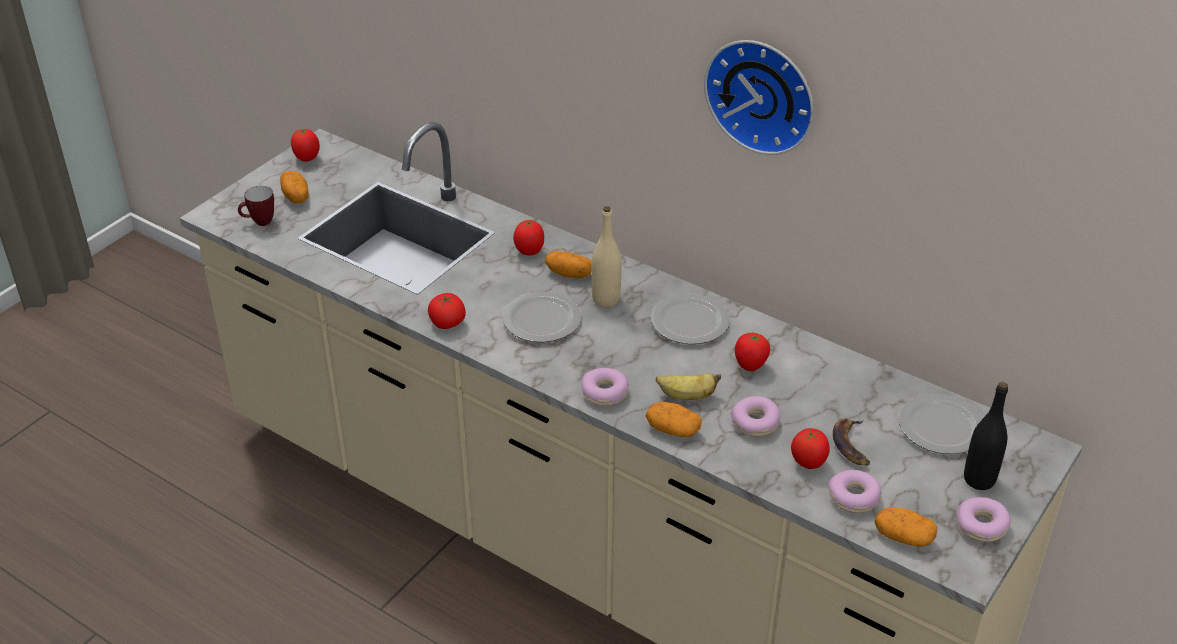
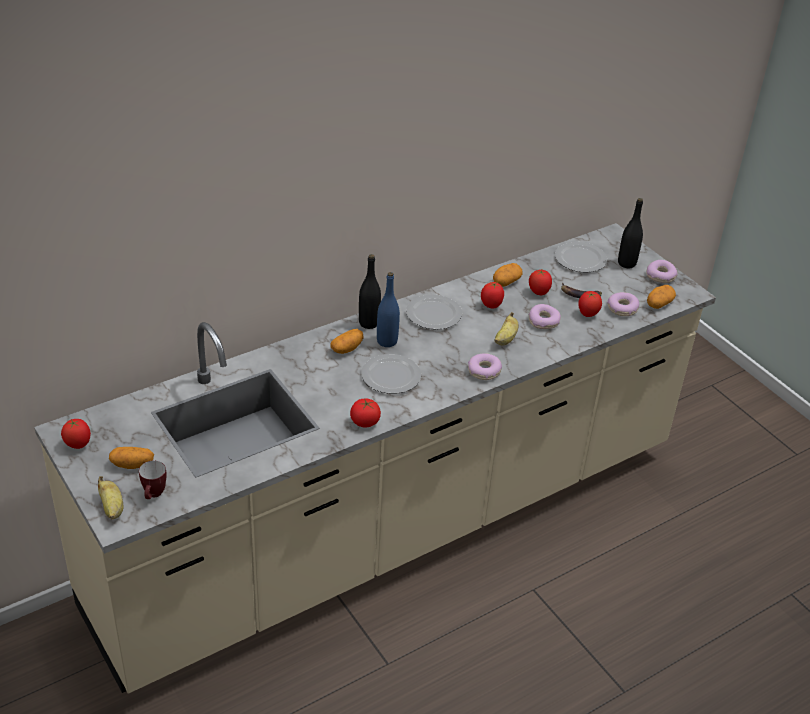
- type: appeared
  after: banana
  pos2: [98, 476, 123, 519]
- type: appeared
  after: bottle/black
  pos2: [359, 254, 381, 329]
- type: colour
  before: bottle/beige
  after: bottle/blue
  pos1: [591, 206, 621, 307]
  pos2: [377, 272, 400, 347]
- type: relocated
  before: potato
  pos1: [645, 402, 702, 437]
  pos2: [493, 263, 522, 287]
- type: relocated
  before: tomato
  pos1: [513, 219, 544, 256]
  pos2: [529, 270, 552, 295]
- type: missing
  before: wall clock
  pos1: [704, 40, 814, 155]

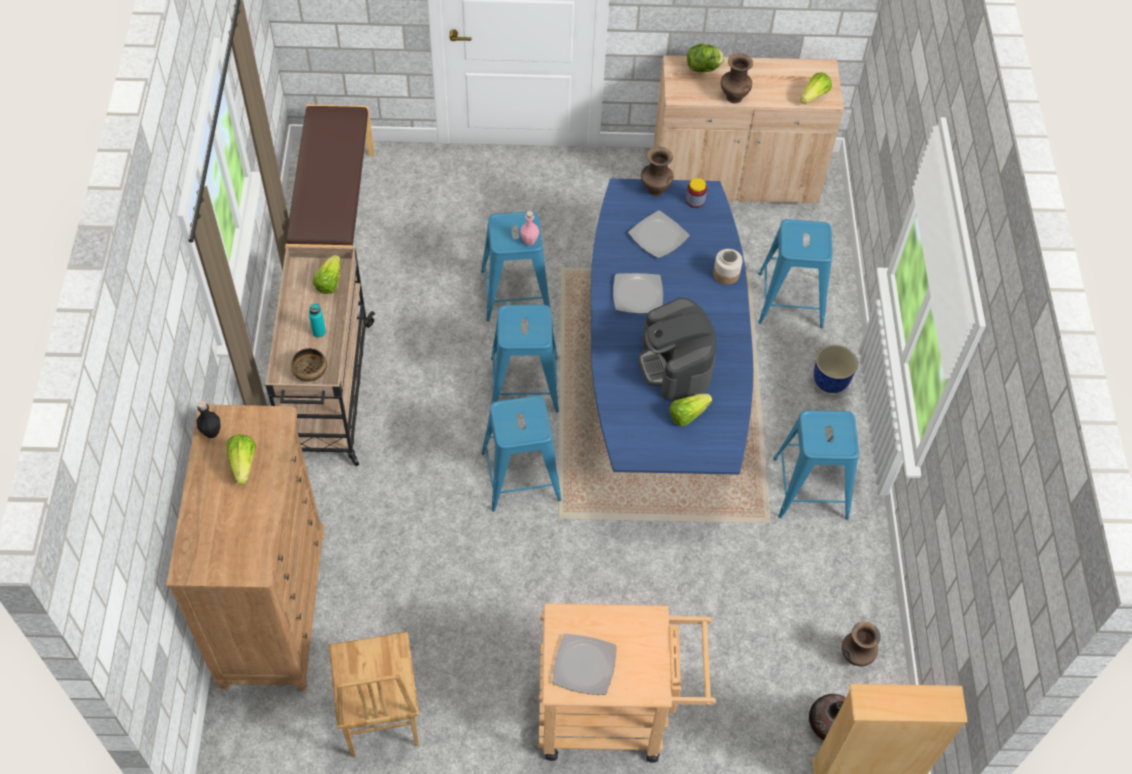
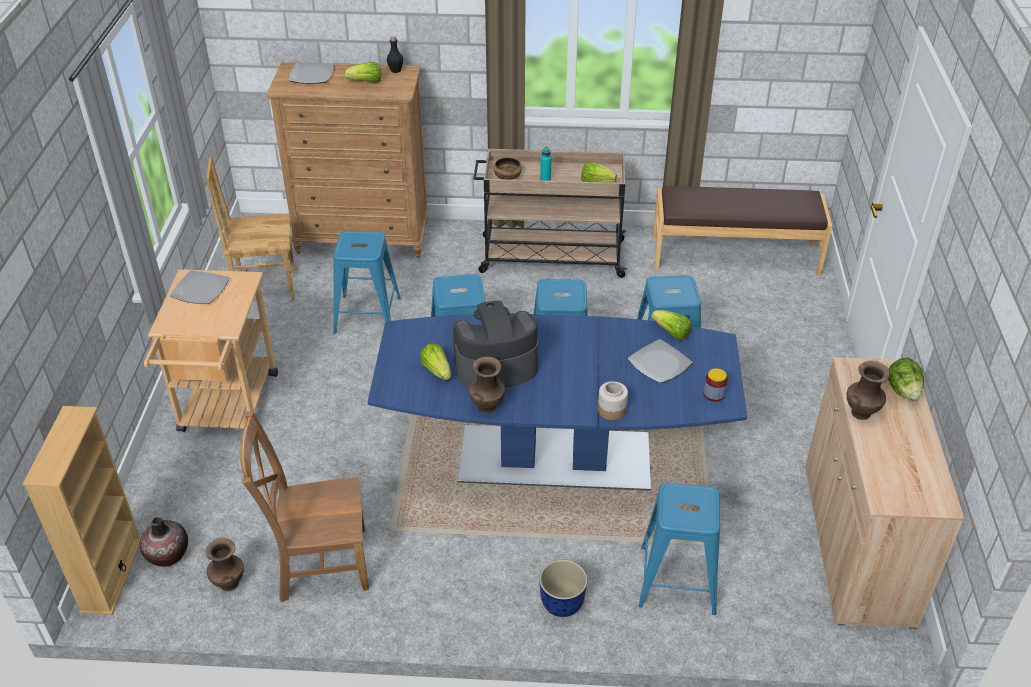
- type: appeared
  after: chair/brown
  pos2: [240, 411, 369, 602]
- type: relocated
  before: plate
  pos1: [613, 273, 663, 314]
  pos2: [289, 62, 334, 84]
- type: relocated
  before: stool/blue
  pos1: [773, 410, 859, 520]
  pos2: [333, 231, 401, 333]
- type: relocated
  before: vase/brown
  pos1: [641, 147, 673, 196]
  pos2: [469, 357, 505, 414]
- type: relocated
  before: lettuce
  pos1: [800, 73, 832, 104]
  pos2: [651, 310, 691, 340]
- type: missing
  before: bottle/pink
  pos1: [520, 211, 539, 245]

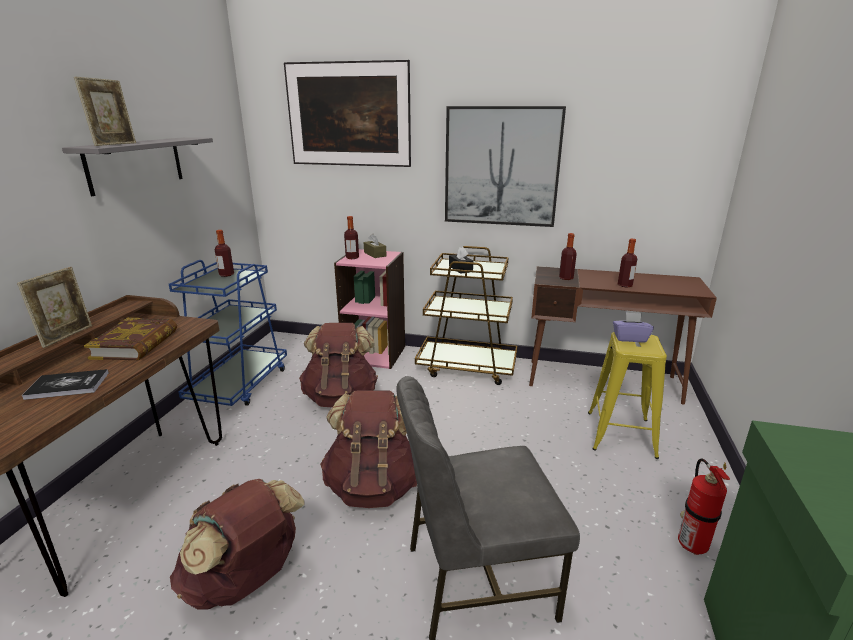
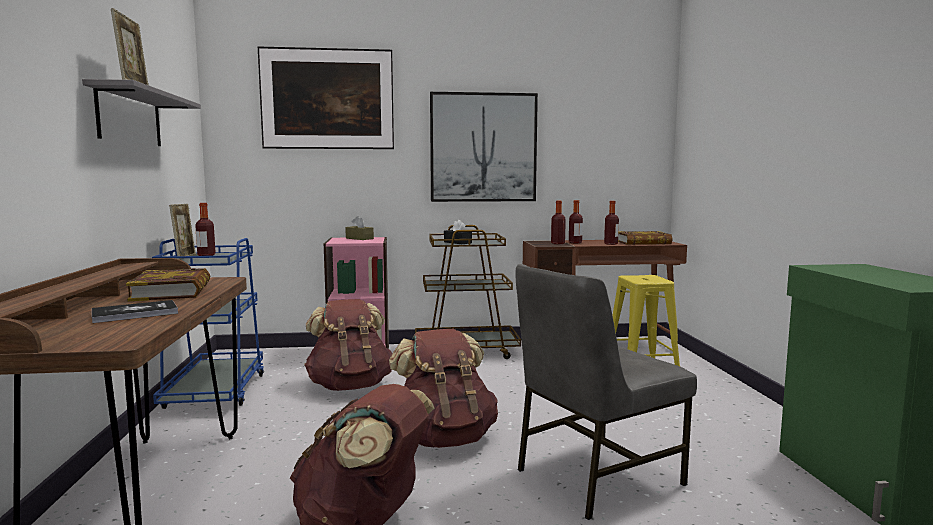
- type: relocated
  before: picture frame
  pos1: [17, 267, 92, 348]
  pos2: [169, 204, 196, 260]
- type: relocated
  before: bottle
  pos1: [344, 216, 359, 259]
  pos2: [569, 200, 583, 243]
- type: appeared
  after: book
  pos2: [618, 231, 672, 245]
- type: missing
  before: tissue box/purple
  pos1: [613, 312, 654, 342]
- type: missing
  before: fire extinguisher
  pos1: [678, 458, 730, 555]

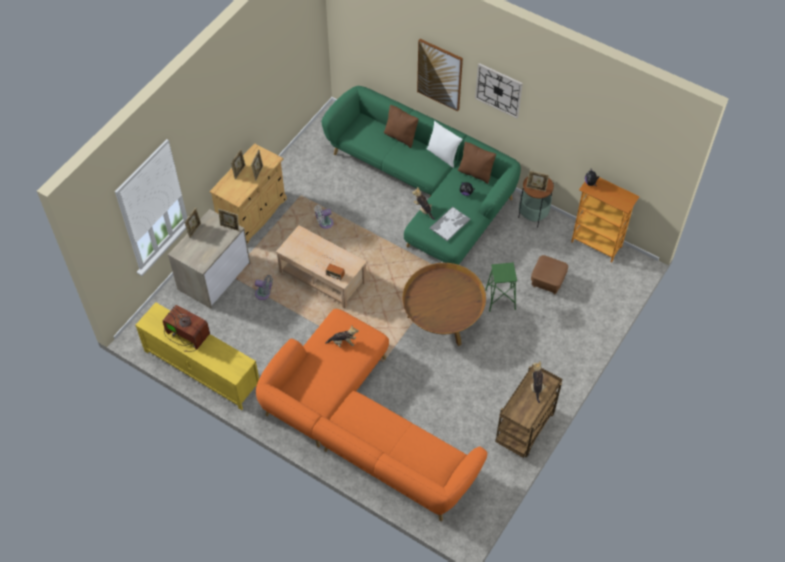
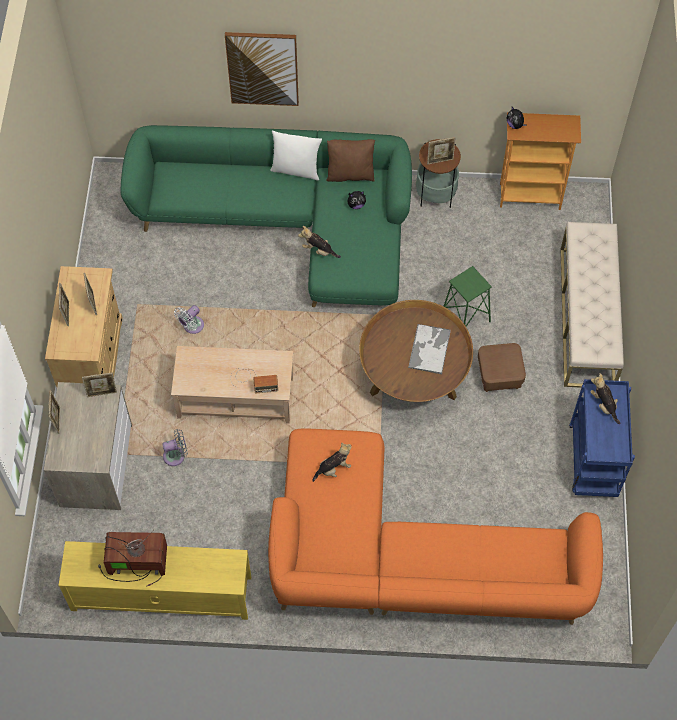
- type: relocated
  before: tray
  pos1: [429, 206, 471, 242]
  pos2: [408, 324, 451, 374]
- type: relocated
  before: ottoman/brown
  pos1: [531, 255, 568, 295]
  pos2: [478, 343, 526, 392]
- type: appeared
  after: bench/beige
  pos2: [561, 222, 624, 388]
- type: colour
  before: cart/brown
  after: cart/blue
  pos1: [495, 365, 563, 458]
  pos2: [569, 379, 635, 497]
- type: missing
  before: pillow/brown
  pos1: [384, 104, 419, 148]
- type: missing
  before: wall clock
  pos1: [475, 63, 523, 118]

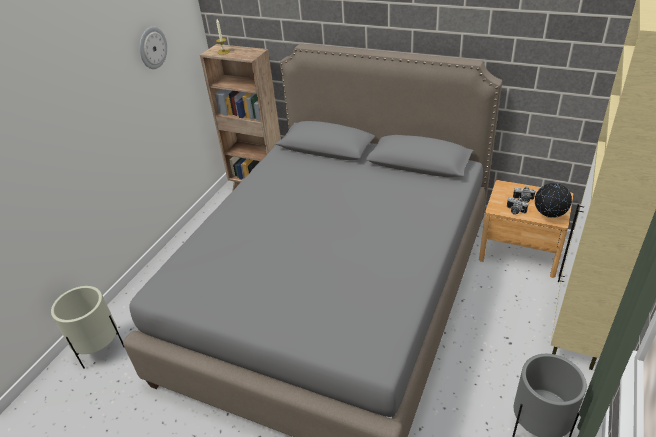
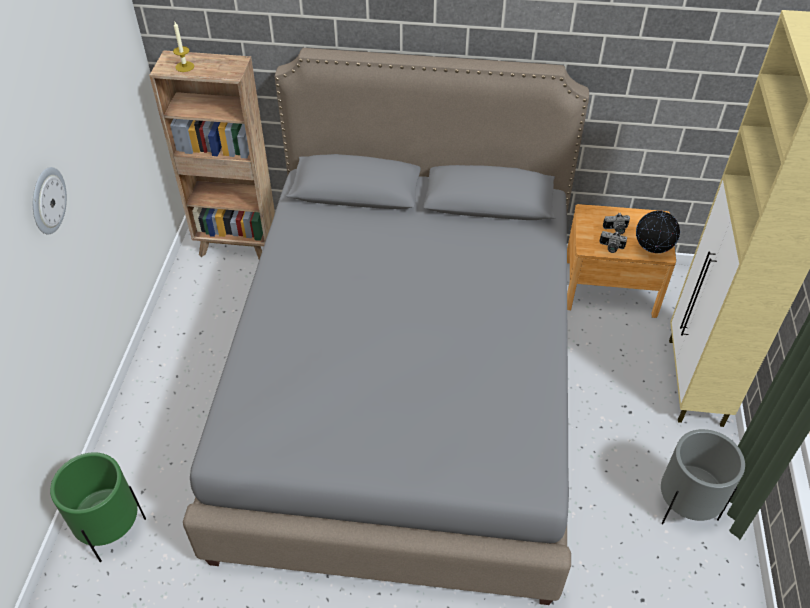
- type: relocated
  before: wall clock
  pos1: [139, 27, 167, 69]
  pos2: [33, 167, 67, 235]
- type: colour
  before: planter/beige
  after: planter/green
  pos1: [51, 286, 124, 369]
  pos2: [50, 452, 146, 562]

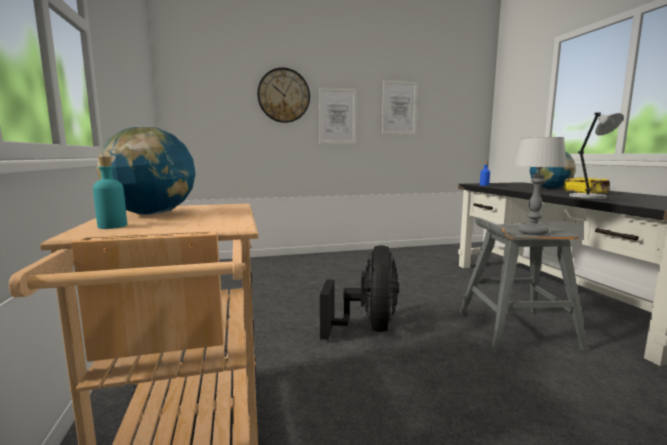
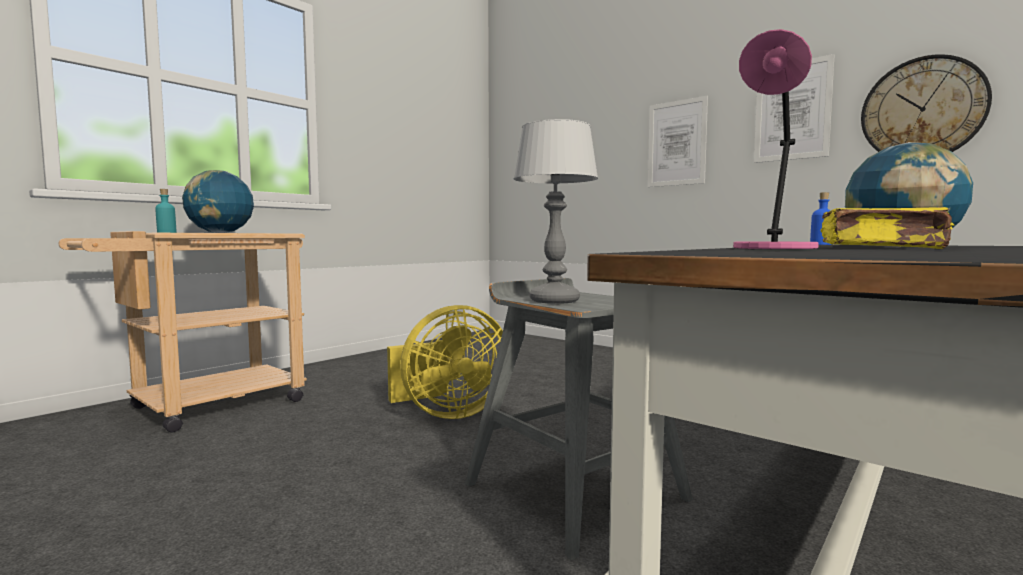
- type: colour
  before: fan/black
  after: fan/yellow
  pos1: [320, 245, 399, 340]
  pos2: [387, 305, 503, 419]
- type: colour
  before: table lamp/grey
  after: table lamp/pink
  pos1: [569, 112, 624, 199]
  pos2: [733, 29, 819, 249]
- type: relocated
  before: wall clock
  pos1: [257, 67, 310, 123]
  pos2: [861, 54, 992, 152]

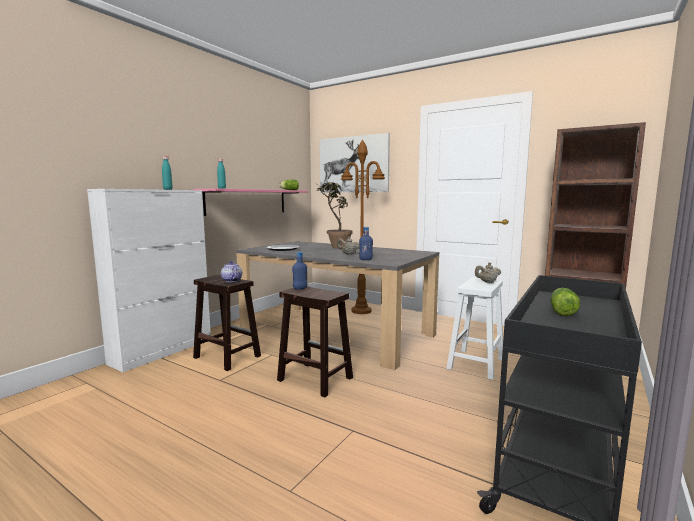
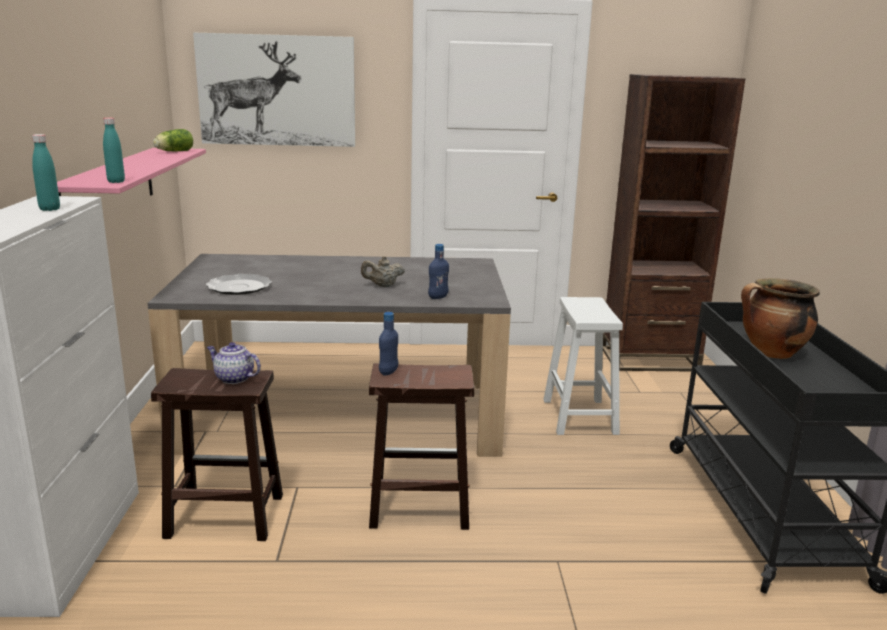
- type: exchanged
  before: lettuce
  after: cooking pot
  pos1: [550, 288, 580, 316]
  pos2: [741, 278, 820, 359]
- type: missing
  before: potted plant
  pos1: [317, 182, 353, 248]
- type: missing
  before: floor lamp/brown
  pos1: [341, 140, 385, 314]
- type: missing
  before: teapot/beige
  pos1: [475, 262, 501, 283]

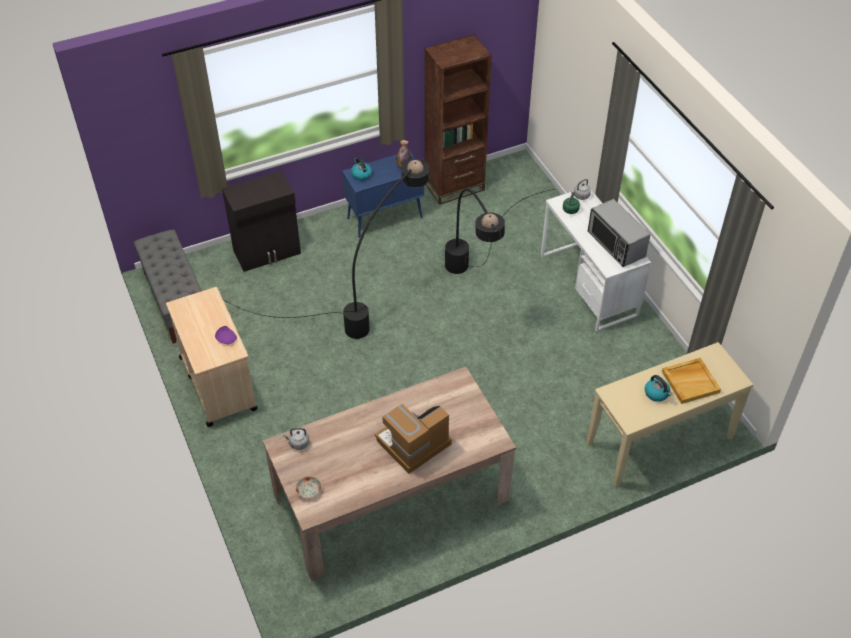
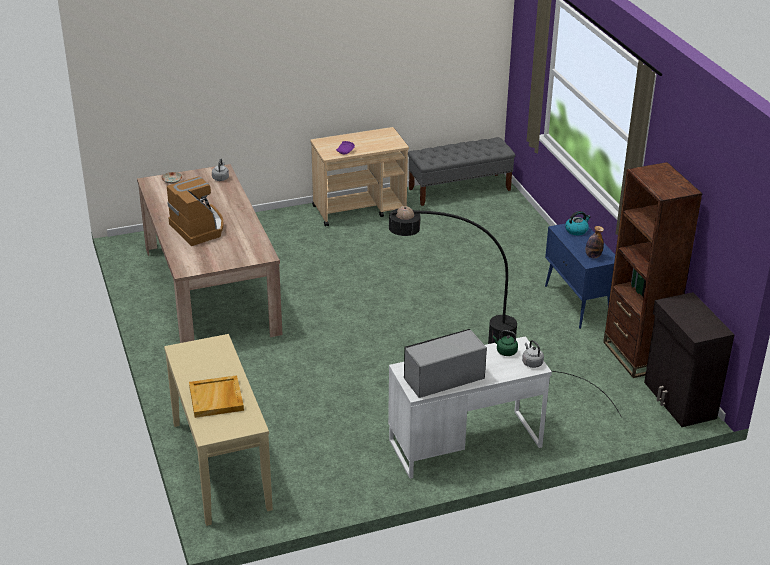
- type: relocated
  before: cabinet/black
  pos1: [222, 171, 301, 272]
  pos2: [644, 292, 735, 427]
- type: missing
  before: floor lamp/black
  pos1: [223, 159, 429, 339]
- type: missing
  before: kettle
  pos1: [645, 375, 672, 402]

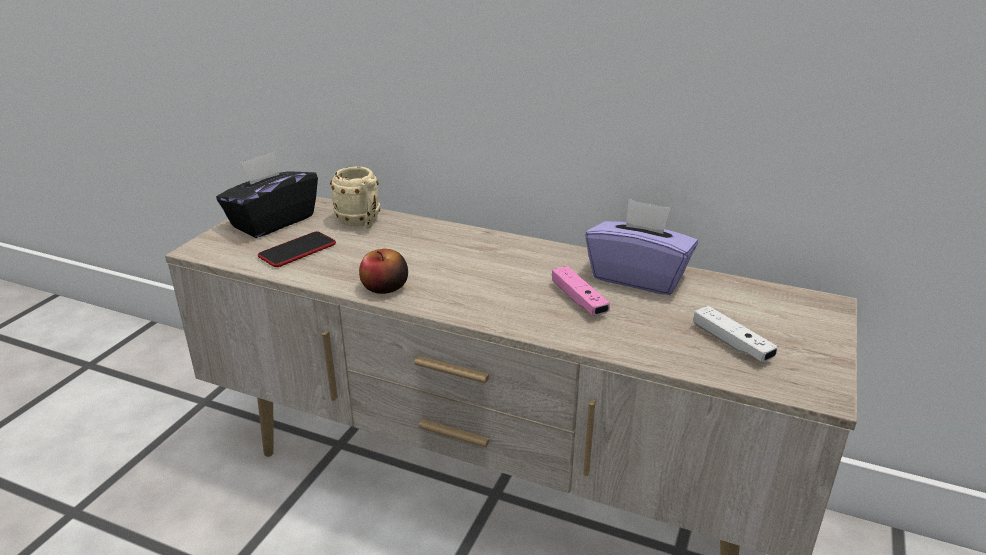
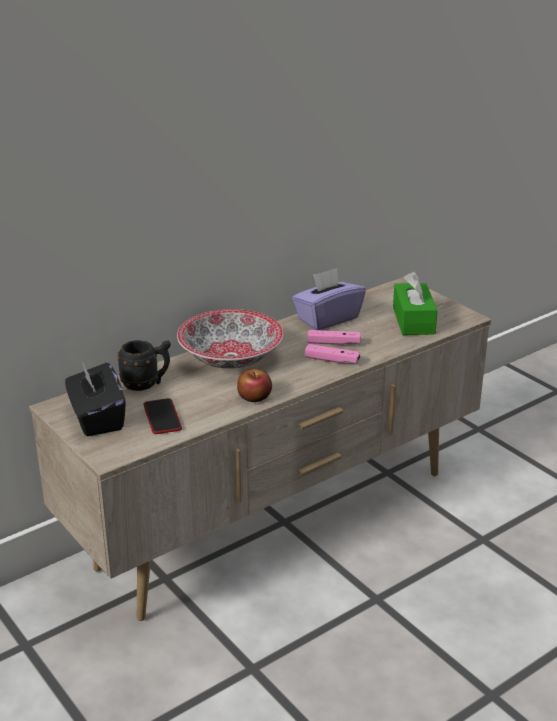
- type: colour
  before: mug/beige
  after: mug/black
  pos1: [330, 167, 380, 229]
  pos2: [118, 340, 171, 391]
- type: appeared
  after: bowl
  pos2: [177, 309, 283, 369]
- type: appeared
  after: game controller/pink
  pos2: [305, 344, 360, 364]
- type: exchanged
  before: game controller/white
  after: tissue box/green
  pos1: [693, 306, 778, 362]
  pos2: [393, 272, 438, 335]

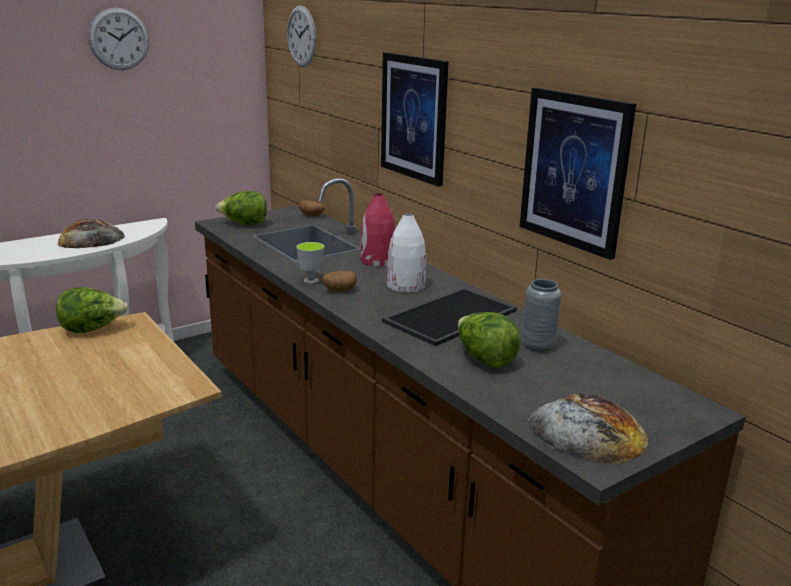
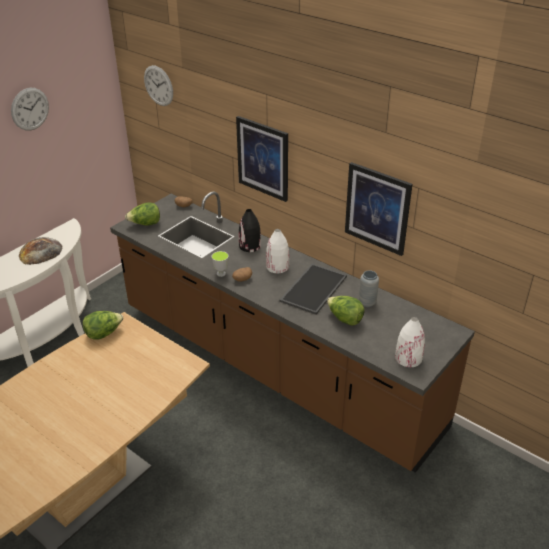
- type: colour
  before: vase/red
  after: vase/black
  pos1: [360, 193, 395, 266]
  pos2: [239, 209, 261, 252]
- type: exchanged
  before: bread
  after: vase/white
  pos1: [528, 393, 649, 464]
  pos2: [395, 317, 425, 367]

